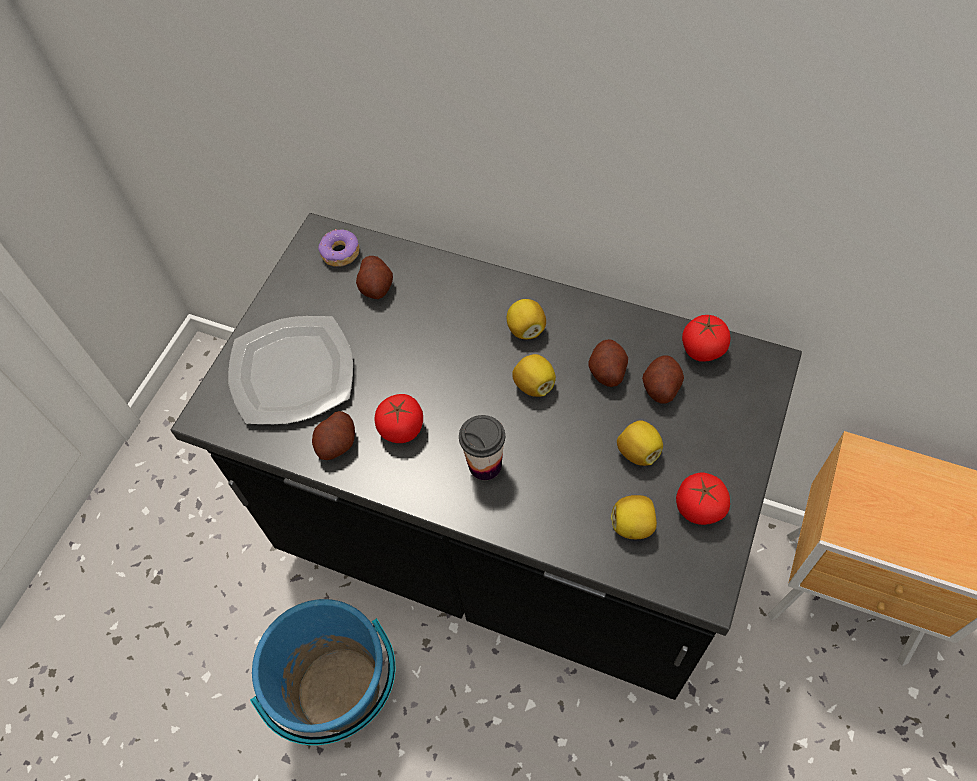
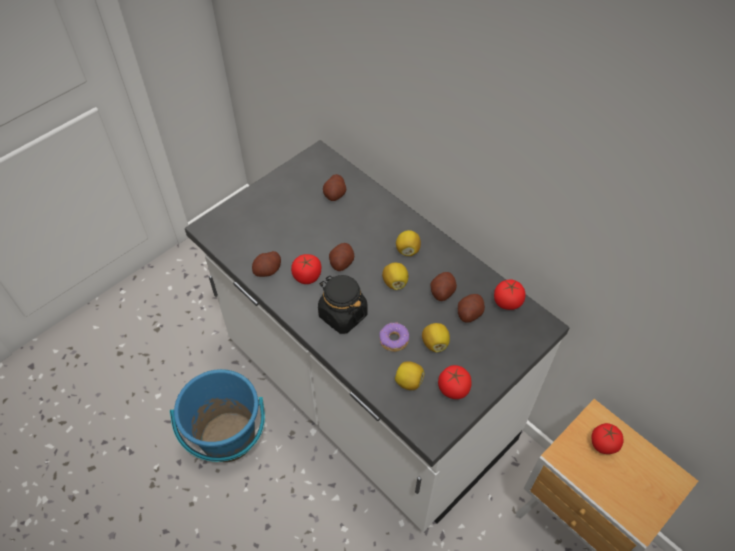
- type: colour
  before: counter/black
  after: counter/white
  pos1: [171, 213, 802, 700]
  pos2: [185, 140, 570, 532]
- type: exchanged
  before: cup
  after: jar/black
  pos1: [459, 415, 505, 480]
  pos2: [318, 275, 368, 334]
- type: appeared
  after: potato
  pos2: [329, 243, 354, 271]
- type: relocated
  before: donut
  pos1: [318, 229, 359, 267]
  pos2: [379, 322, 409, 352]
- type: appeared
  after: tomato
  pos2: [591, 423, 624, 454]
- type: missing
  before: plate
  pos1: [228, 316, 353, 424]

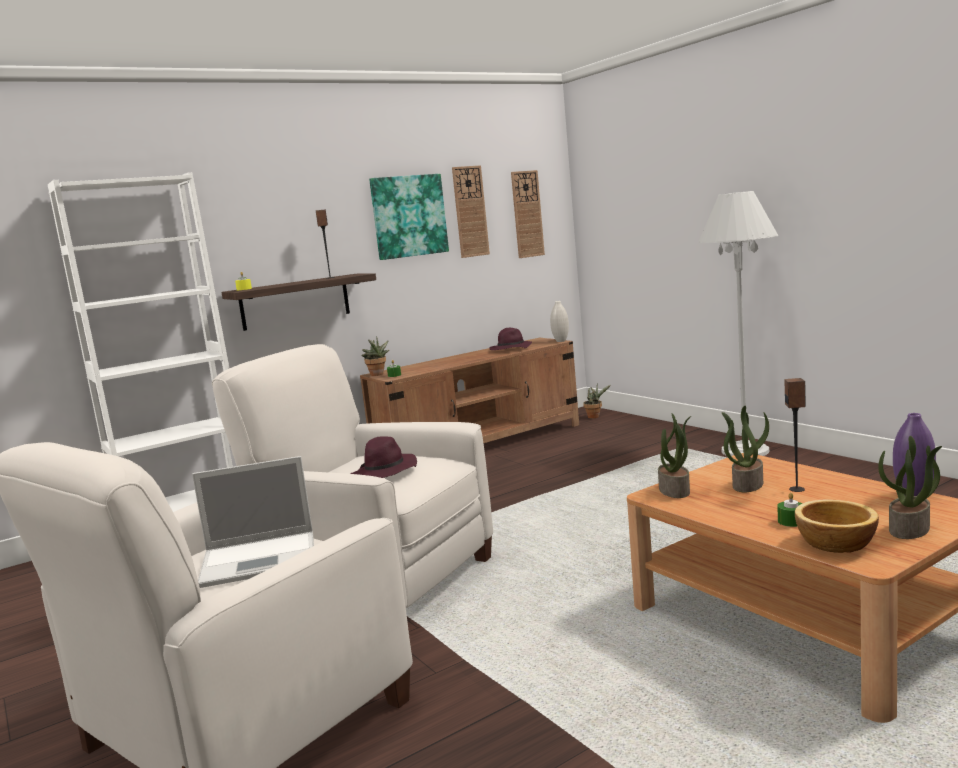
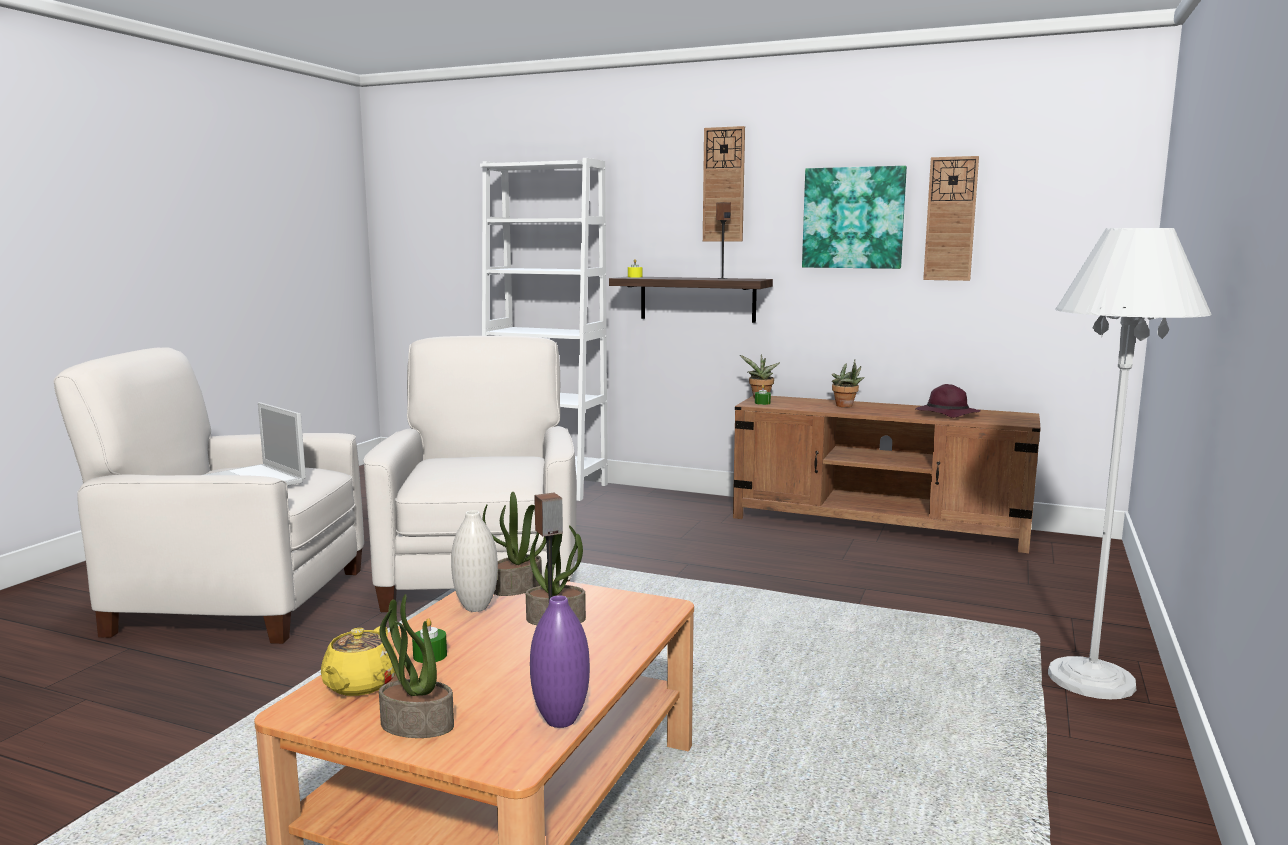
- type: exchanged
  before: bowl
  after: teapot/yellow
  pos1: [795, 500, 879, 553]
  pos2: [321, 626, 398, 696]
- type: relocated
  before: vase/white
  pos1: [550, 301, 569, 342]
  pos2: [451, 510, 498, 612]
- type: relocated
  before: wall clock
  pos1: [511, 170, 545, 258]
  pos2: [703, 126, 745, 242]
- type: relocated
  before: potted plant
  pos1: [583, 383, 611, 419]
  pos2: [832, 359, 865, 407]
- type: missing
  before: hat/purple
  pos1: [350, 436, 417, 478]

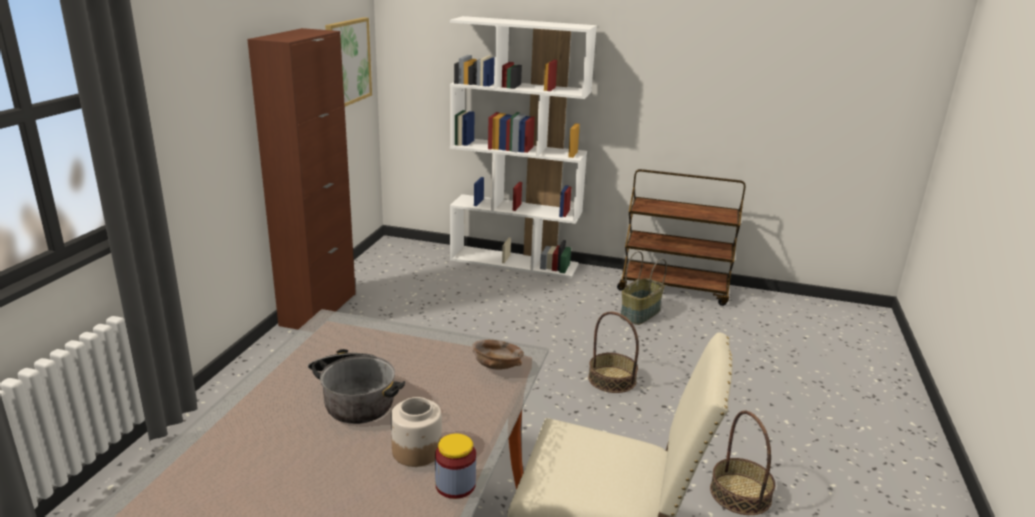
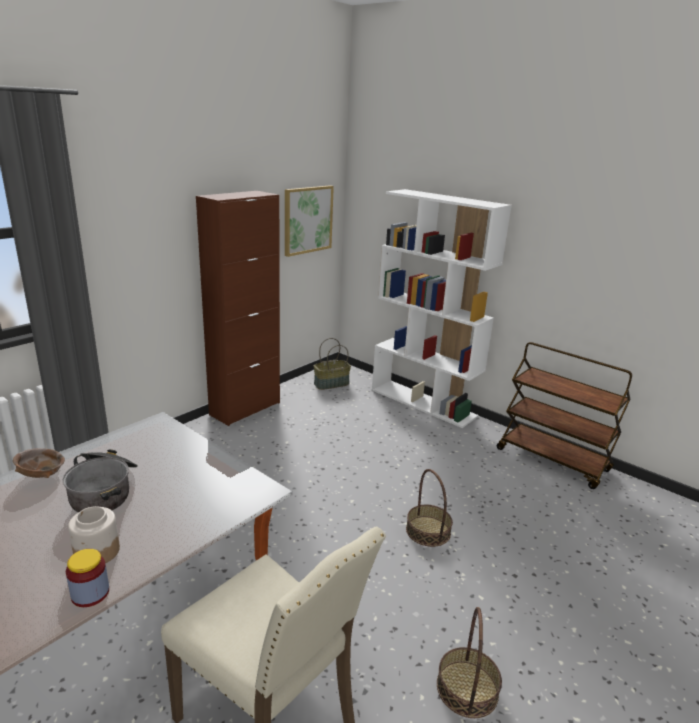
- type: relocated
  before: bowl/brown
  pos1: [472, 340, 524, 370]
  pos2: [13, 448, 65, 478]
- type: relocated
  before: basket
  pos1: [620, 251, 667, 325]
  pos2: [314, 338, 351, 390]

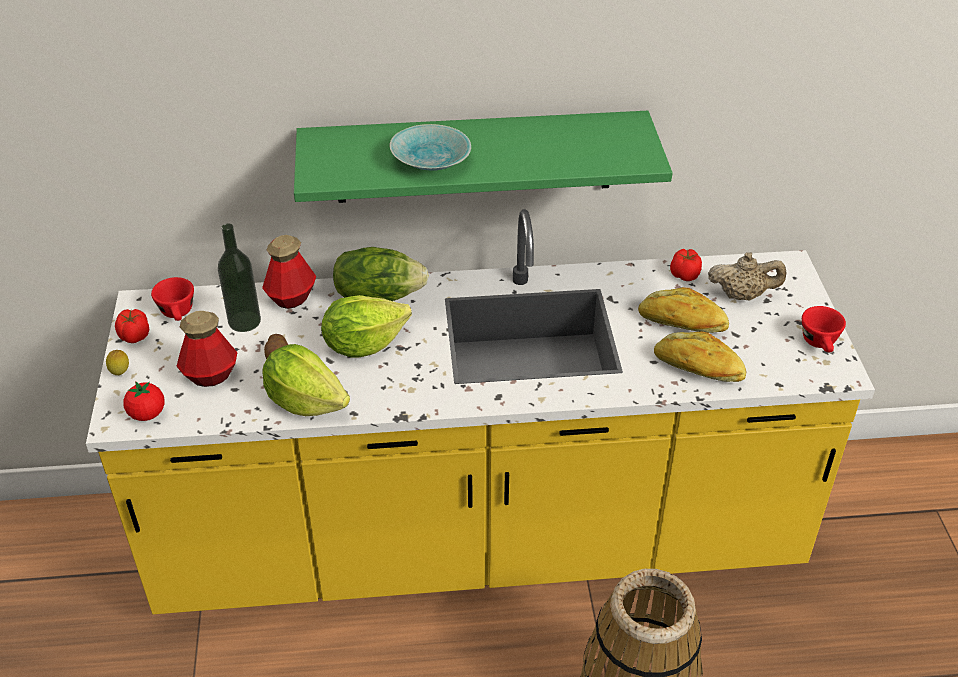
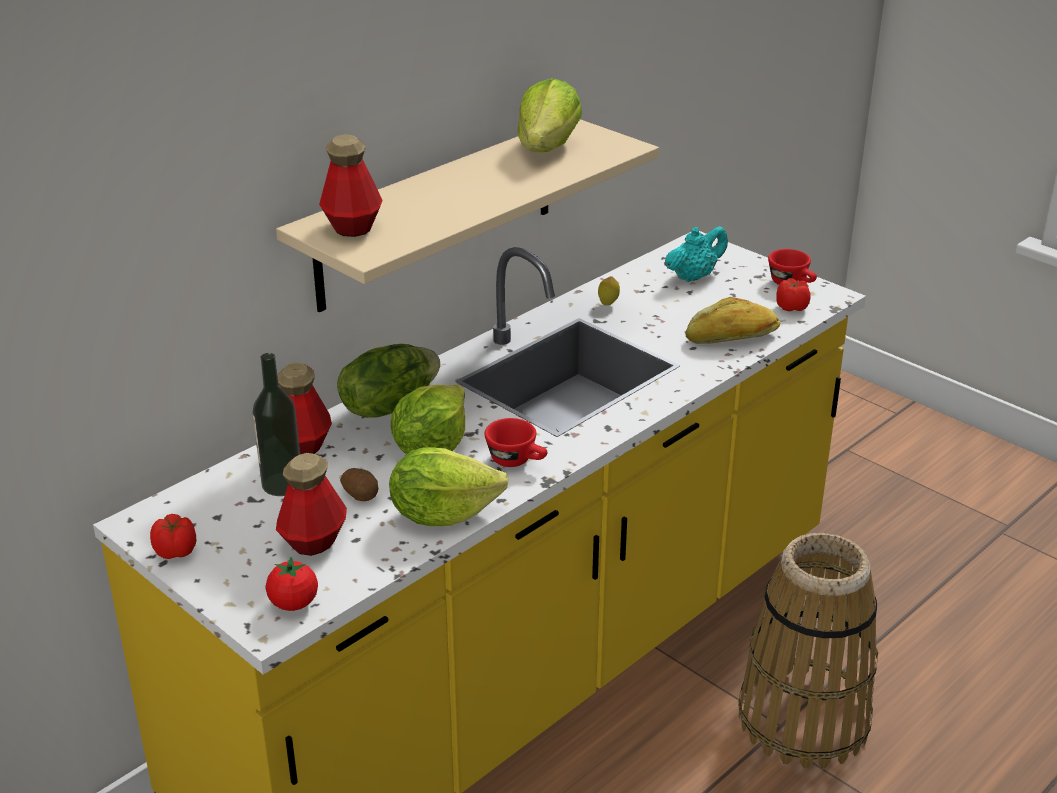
- type: colour
  before: shelf/green
  after: shelf/beige
  pos1: [294, 111, 672, 203]
  pos2: [276, 119, 659, 312]
- type: appeared
  after: bottle
  pos2: [319, 135, 383, 237]
- type: relocated
  before: cup/red
  pos1: [151, 277, 194, 321]
  pos2: [485, 418, 548, 467]
- type: appeared
  after: lettuce
  pos2: [517, 78, 582, 152]
- type: relocated
  before: lemon
  pos1: [106, 350, 129, 375]
  pos2: [598, 276, 620, 305]
- type: colour
  before: teapot/beige
  after: teapot/turquoise
  pos1: [708, 252, 786, 300]
  pos2: [665, 226, 728, 282]
- type: relocated
  before: tomato
  pos1: [670, 249, 702, 281]
  pos2: [776, 278, 811, 311]
- type: missing
  before: bowl/turquoise
  pos1: [390, 124, 471, 171]
- type: missing
  before: bread
  pos1: [638, 287, 729, 333]

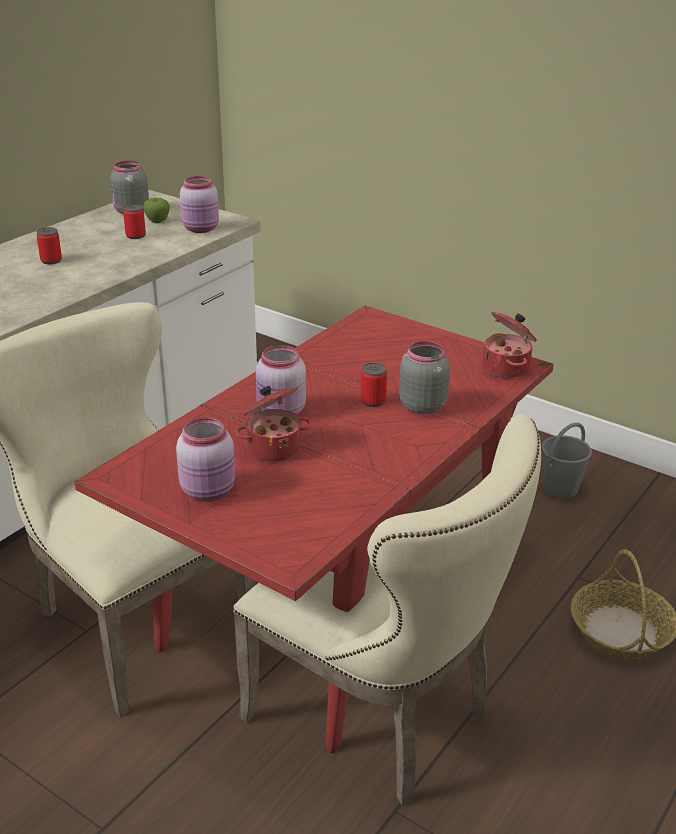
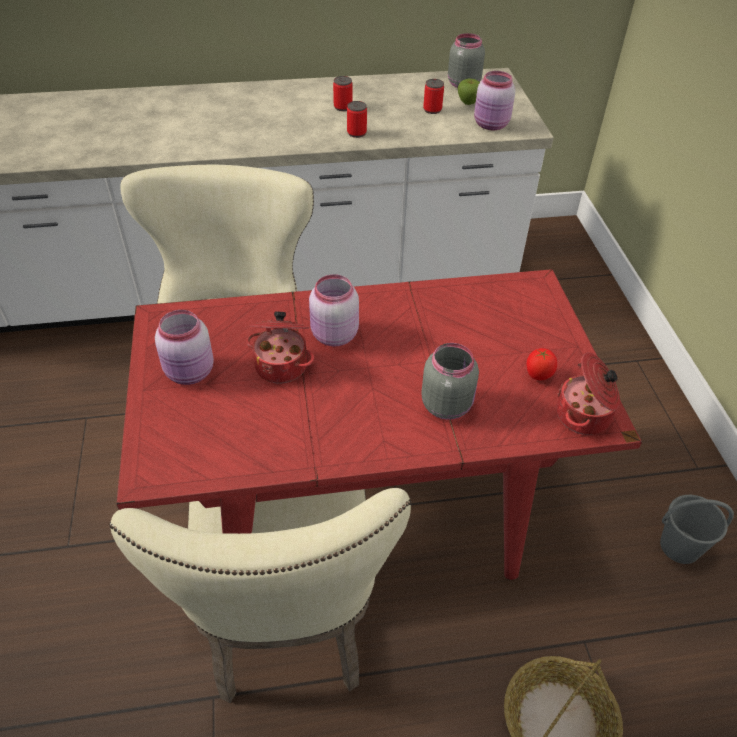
- type: relocated
  before: can
  pos1: [361, 363, 387, 407]
  pos2: [347, 101, 367, 138]
- type: appeared
  after: tomato
  pos2: [527, 348, 557, 381]

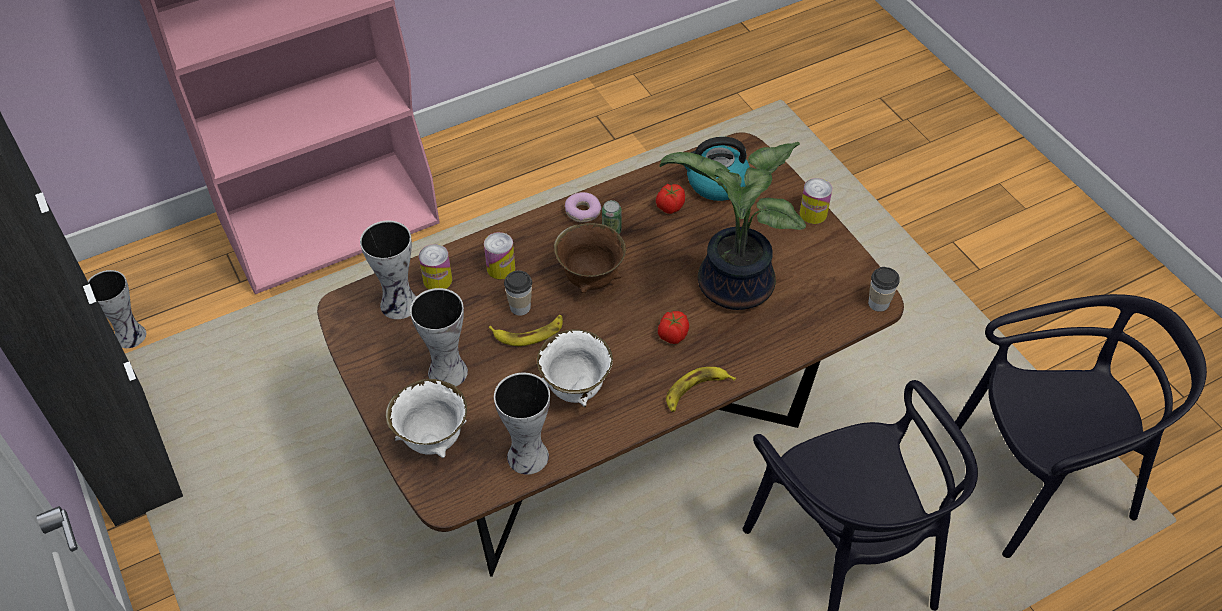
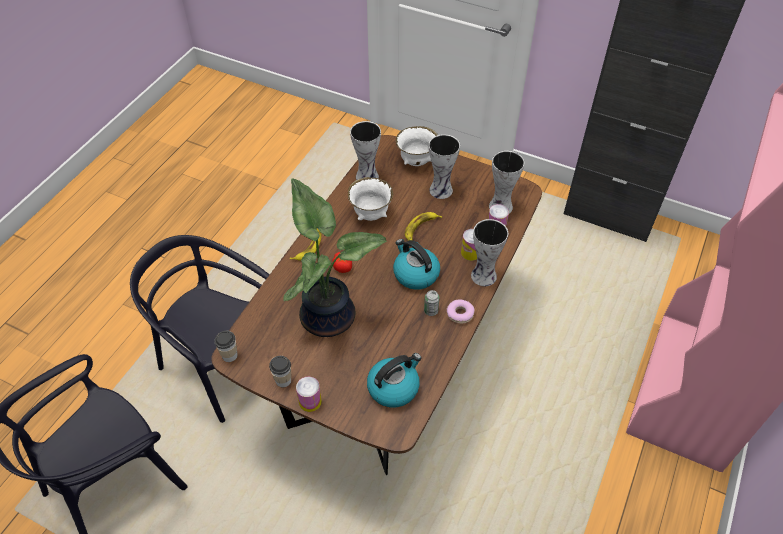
- type: relocated
  before: cup
  pos1: [504, 270, 532, 316]
  pos2: [269, 356, 291, 387]
- type: exchanged
  before: bowl/brown
  after: kettle
  pos1: [554, 223, 626, 293]
  pos2: [393, 239, 440, 290]
- type: relocated
  before: vase
  pos1: [88, 270, 146, 348]
  pos2: [471, 219, 508, 286]
- type: missing
  before: tomato
  pos1: [656, 184, 685, 214]

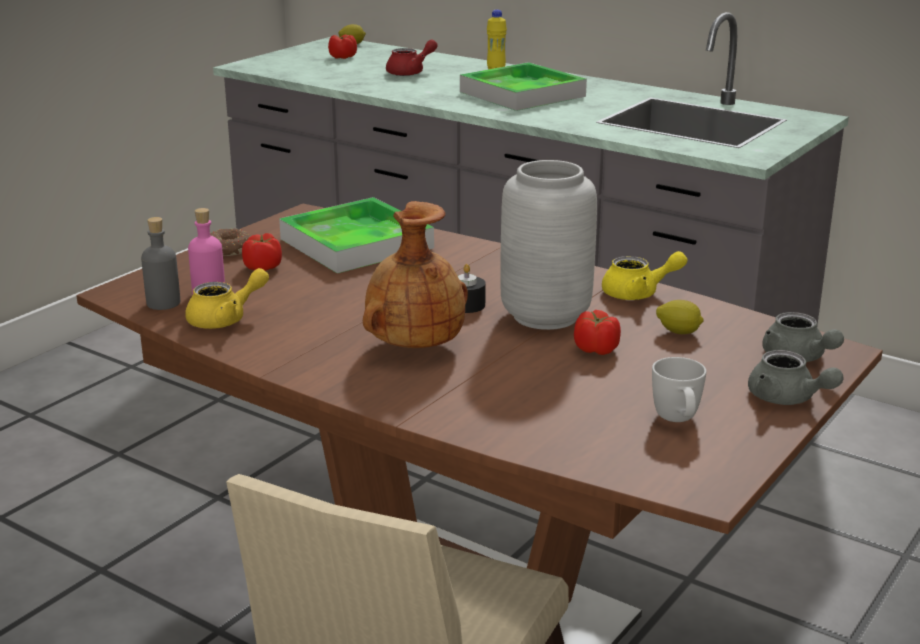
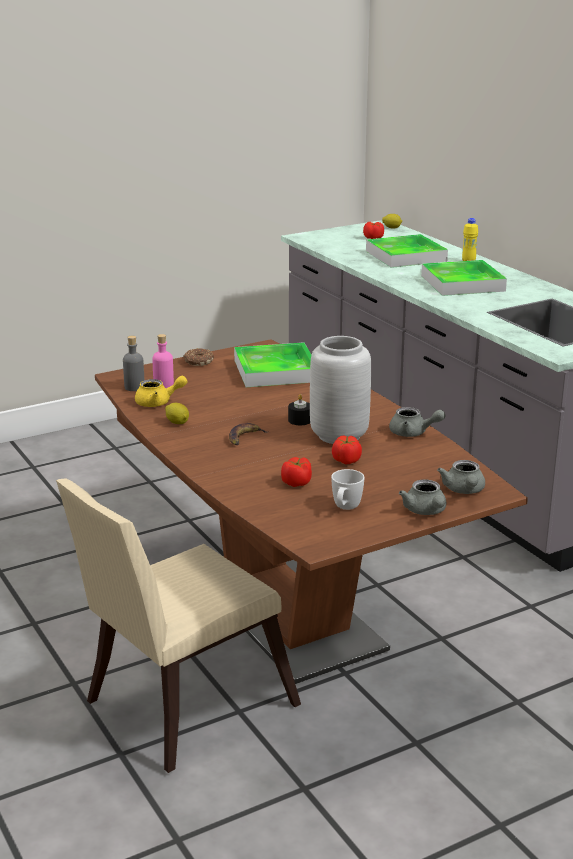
- type: relocated
  before: lemon
  pos1: [656, 300, 704, 334]
  pos2: [165, 403, 189, 424]
- type: exchanged
  before: vase/brown
  after: banana
  pos1: [363, 201, 468, 348]
  pos2: [229, 423, 269, 445]
- type: relocated
  before: tomato
  pos1: [242, 233, 282, 271]
  pos2: [281, 457, 312, 487]
- type: exchanged
  before: teapot/red
  after: tray
  pos1: [386, 39, 438, 76]
  pos2: [366, 234, 448, 268]
- type: colour
  before: teapot/yellow
  after: teapot/grey
  pos1: [602, 251, 687, 300]
  pos2: [389, 407, 445, 437]

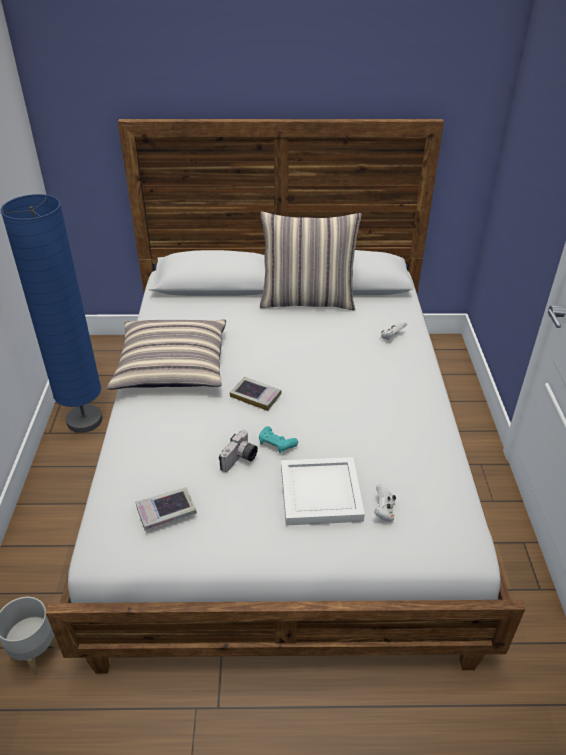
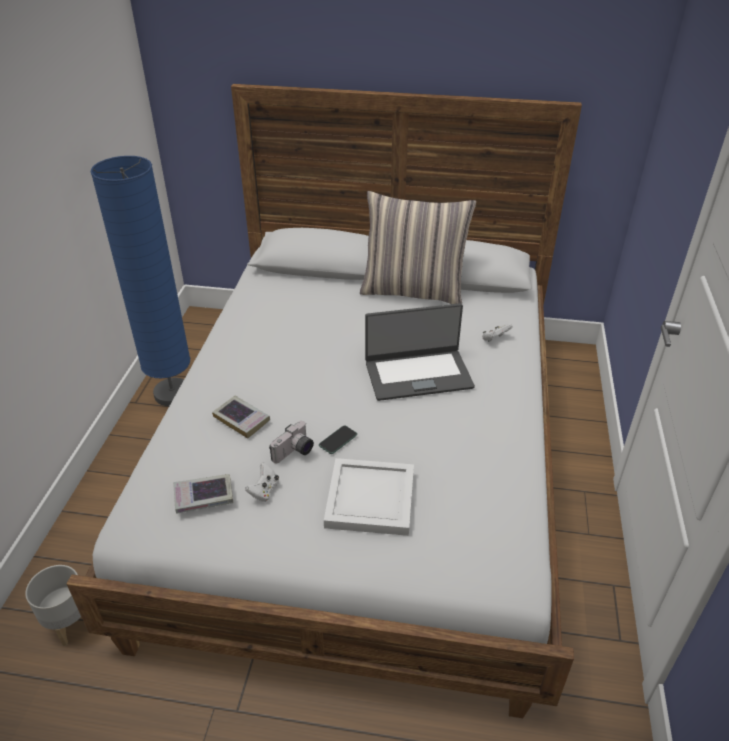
- type: relocated
  before: book
  pos1: [230, 377, 281, 411]
  pos2: [212, 396, 270, 438]
- type: relocated
  before: game controller/white
  pos1: [374, 485, 396, 522]
  pos2: [245, 462, 279, 502]
- type: exchanged
  before: game controller/turquoise
  after: phone
  pos1: [259, 426, 298, 453]
  pos2: [319, 425, 357, 454]
- type: appeared
  after: laptop
  pos2: [365, 303, 475, 401]
- type: missing
  before: pillow
  pos1: [107, 319, 226, 390]

